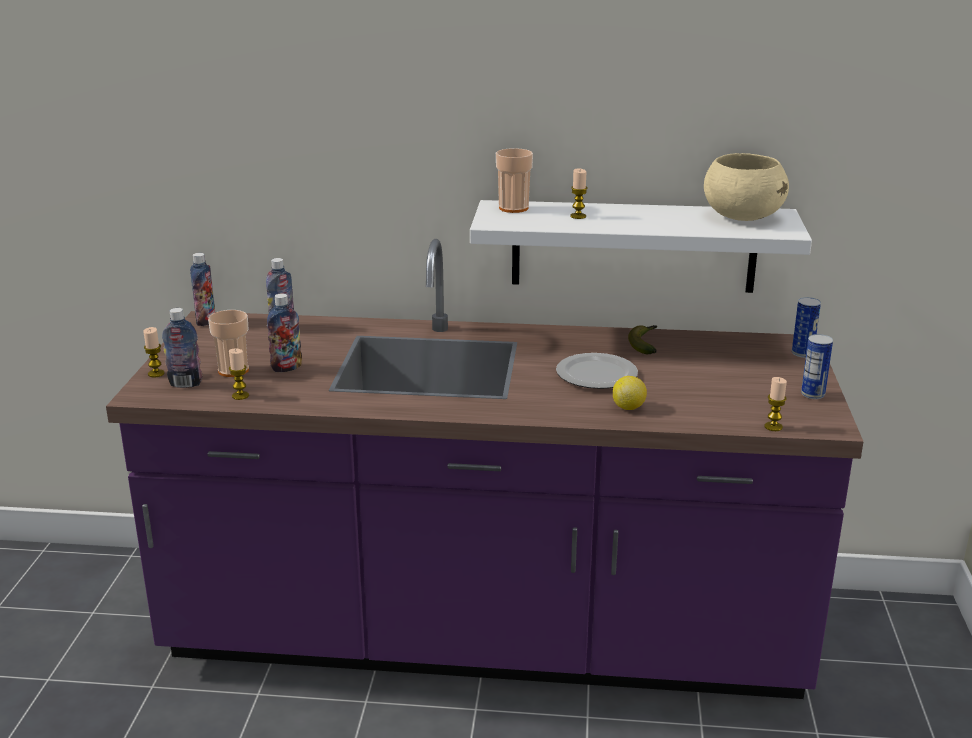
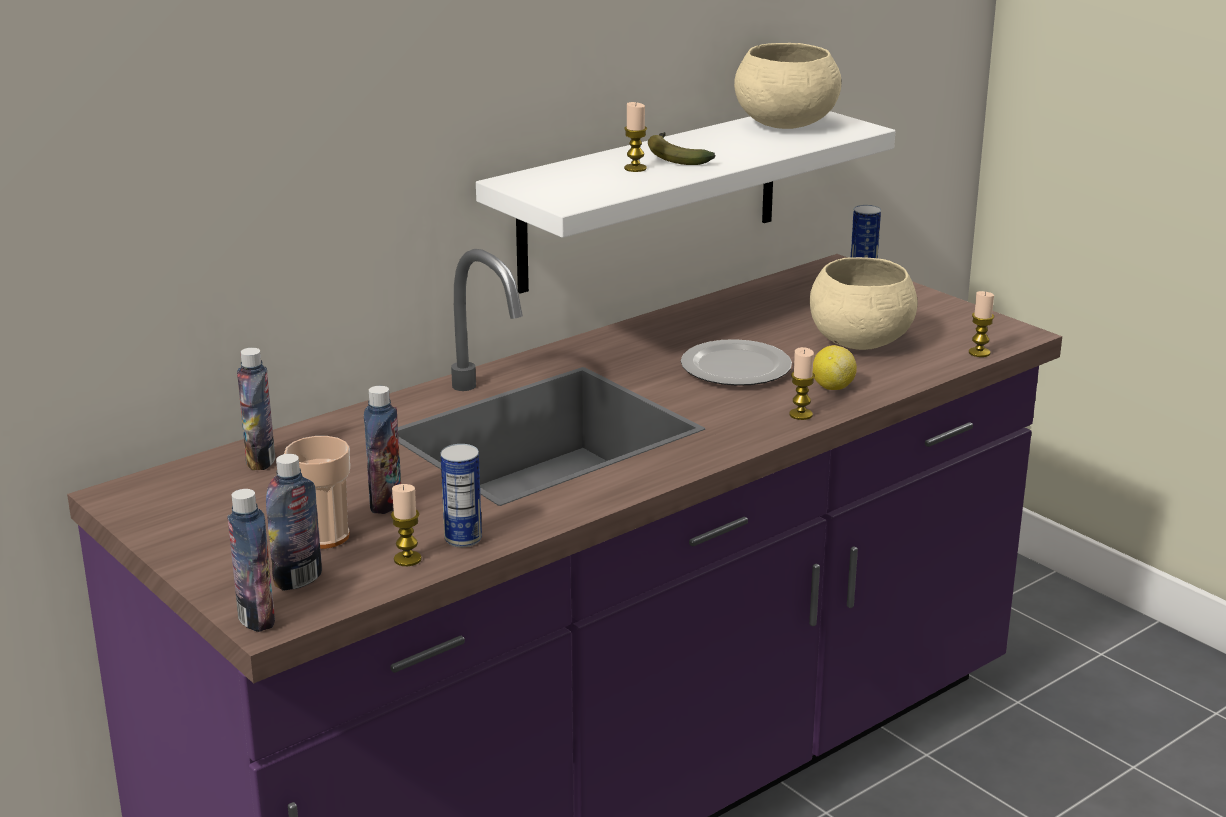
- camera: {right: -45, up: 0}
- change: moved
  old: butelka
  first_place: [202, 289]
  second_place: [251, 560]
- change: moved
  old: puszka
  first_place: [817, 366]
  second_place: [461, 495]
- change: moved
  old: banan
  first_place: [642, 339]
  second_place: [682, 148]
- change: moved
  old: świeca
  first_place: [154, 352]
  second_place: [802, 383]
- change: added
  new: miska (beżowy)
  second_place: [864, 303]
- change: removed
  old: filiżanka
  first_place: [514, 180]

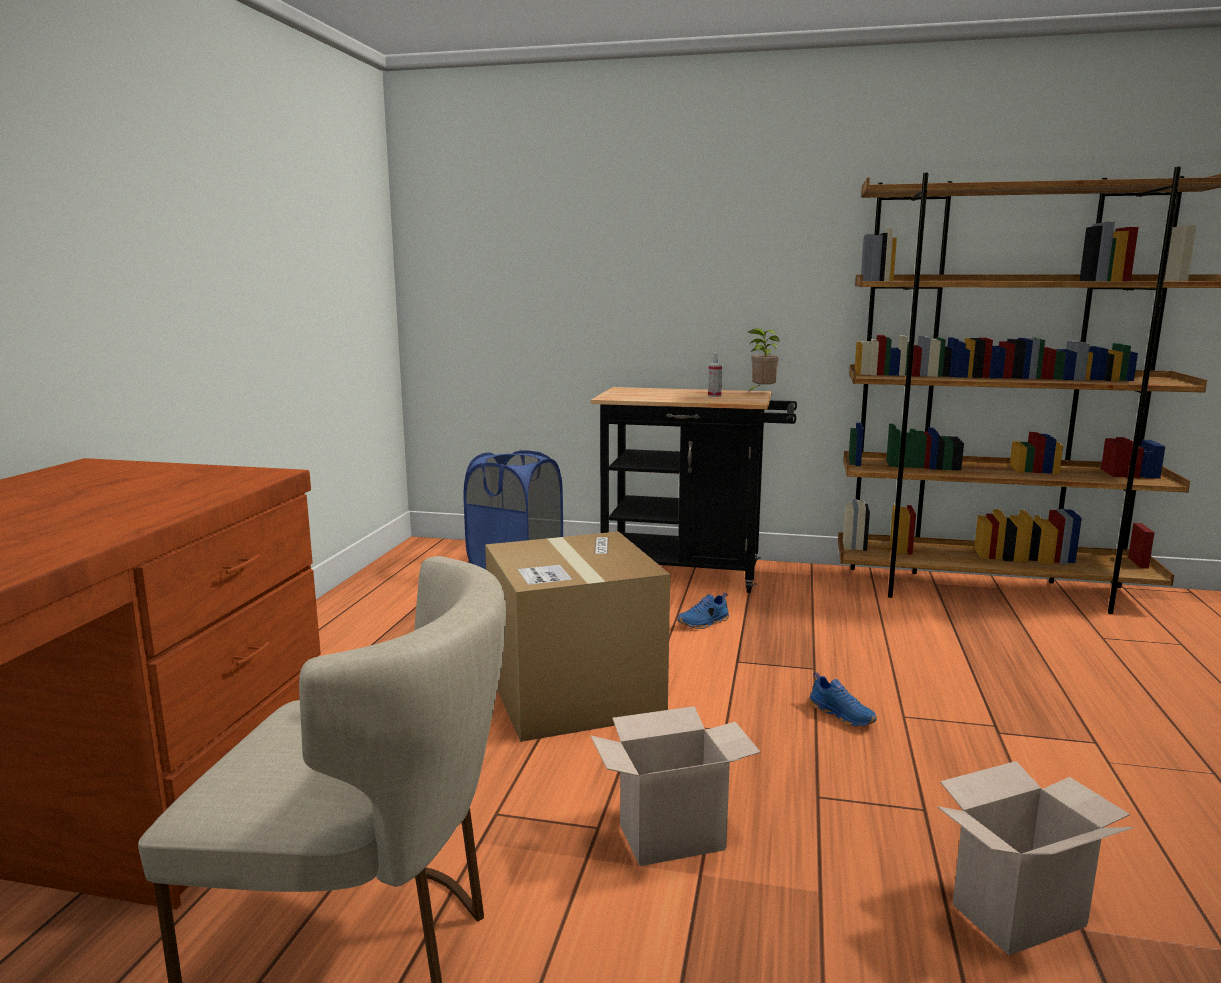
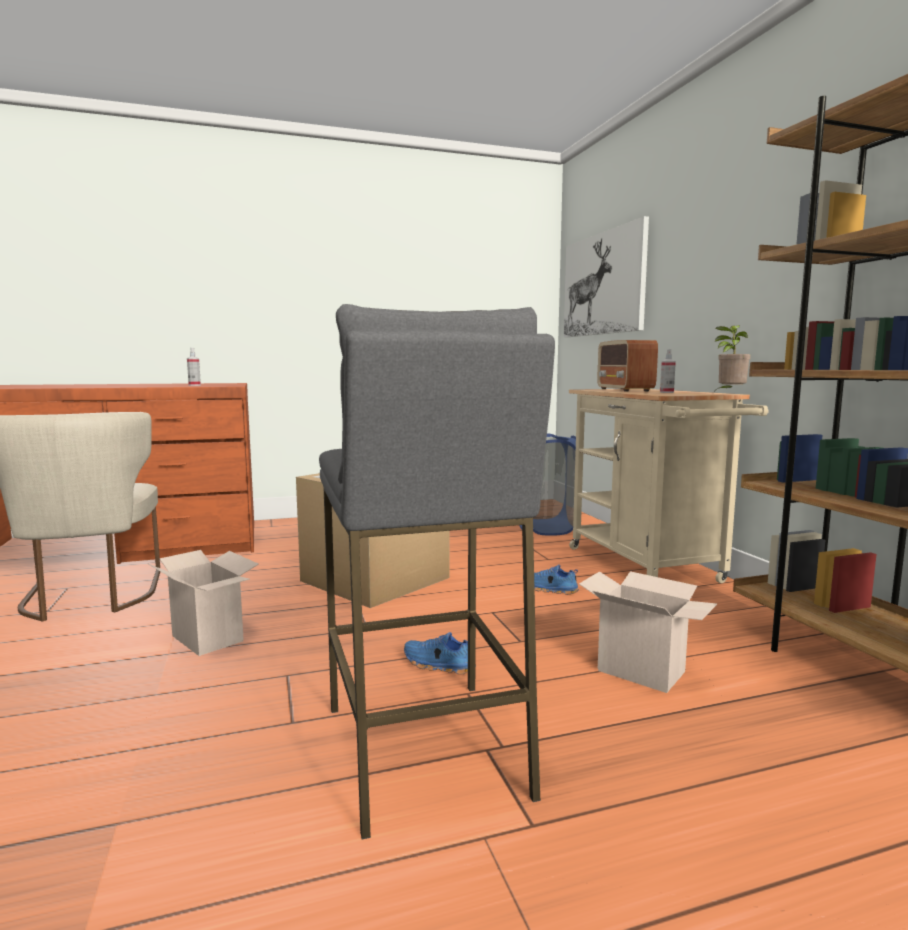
- camera: {right: 60, up: -5}
- change: added
  new: spryskiwacz
  second_place: [194, 367]
- change: added
  new: stołek (szary)
  second_place: [437, 571]
- change: turned
  old: but (niebieski)
  first_place: [842, 699]
  second_place: [440, 653]
  degrees: 90
- change: added
  new: obraz
  second_place: [606, 276]
- change: recoloured
  old: wózek (czarny)
  new: wózek (beżowy)
  first_place: [694, 490]
  second_place: [669, 486]
- change: moved
  old: karton
  first_place: [1035, 858]
  second_place: [648, 632]
- change: added
  new: radio
  second_place: [627, 366]

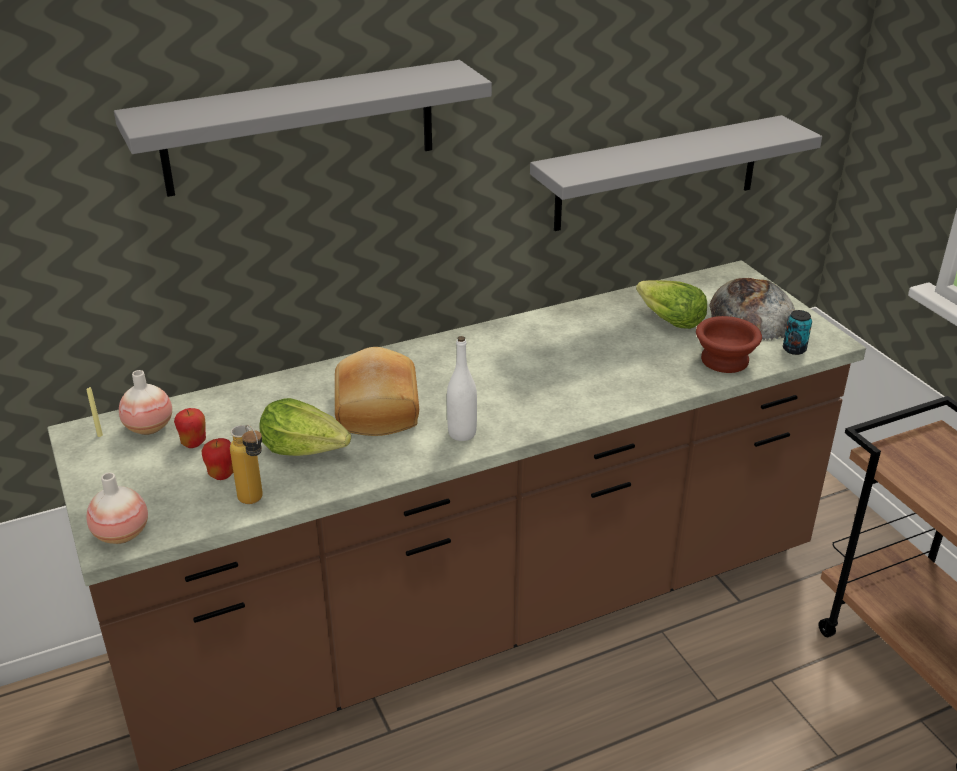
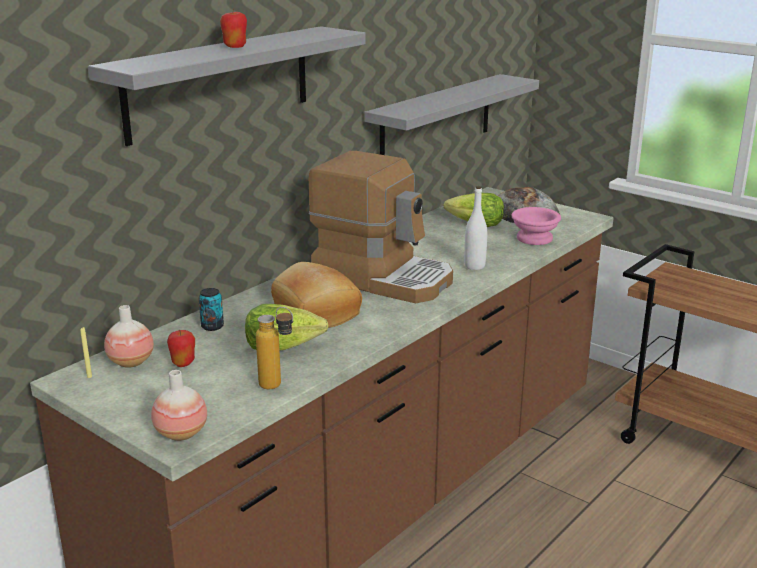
- camera: {right: -25, up: -10}
- change: moved
  old: puszka
  first_place: [797, 332]
  second_place: [211, 309]
- change: moved
  old: jabłko
  first_place: [217, 459]
  second_place: [233, 28]
- change: added
  new: ekspres do kawy
  second_place: [381, 227]
- change: moved
  old: butelka (biały)
  first_place: [462, 388]
  second_place: [475, 228]
- change: recoloured
  old: miska (brązowy)
  new: miska (różowy)
  first_place: [729, 344]
  second_place: [536, 226]

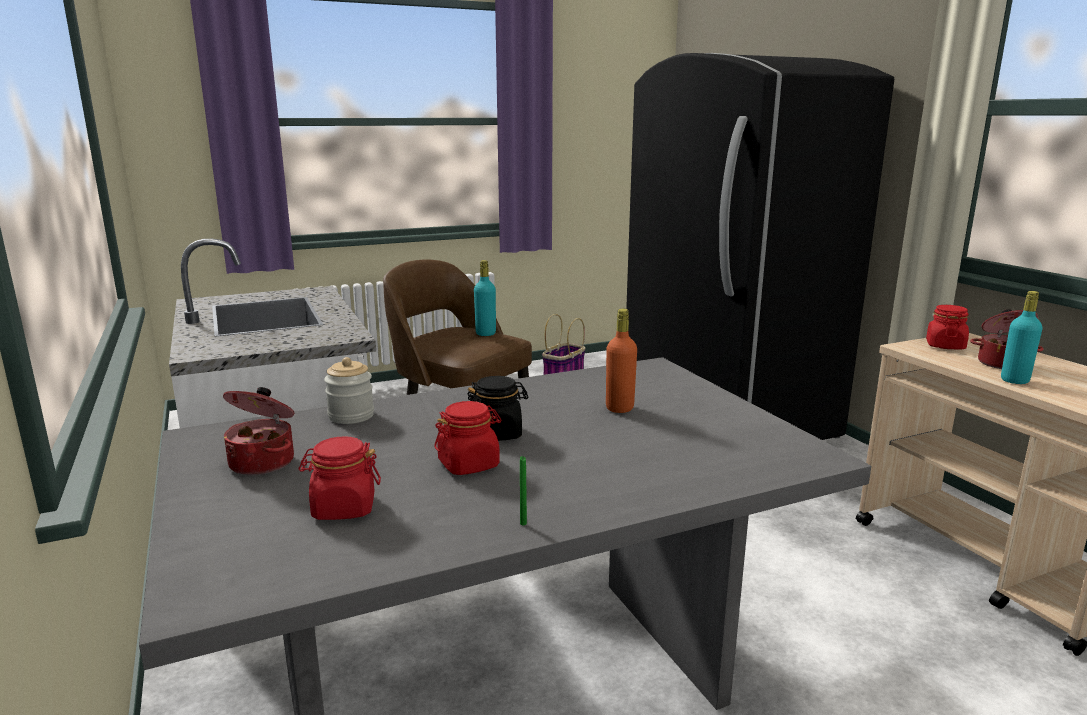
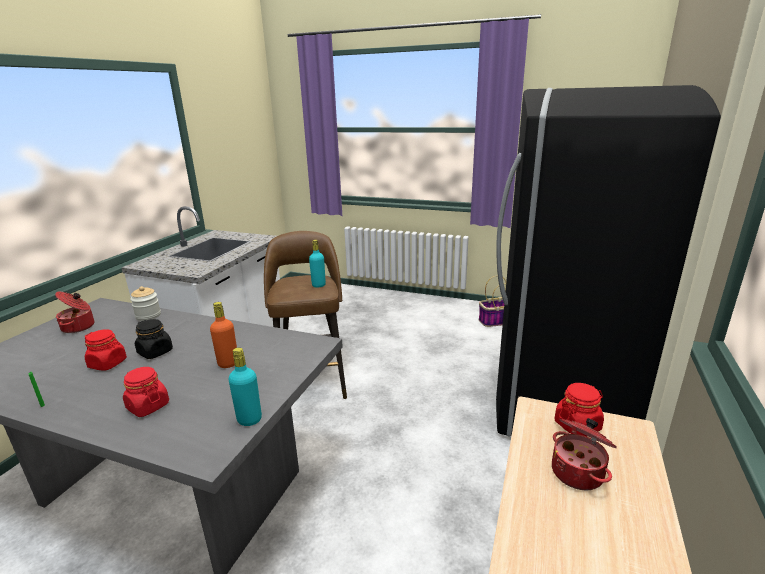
- camera: {right: 45, up: 5}
- change: moved
  old: słoik (czerwony)
  first_place: [339, 478]
  second_place: [146, 392]
- change: moved
  old: butelka (turkusowy)
  first_place: [1022, 337]
  second_place: [245, 387]

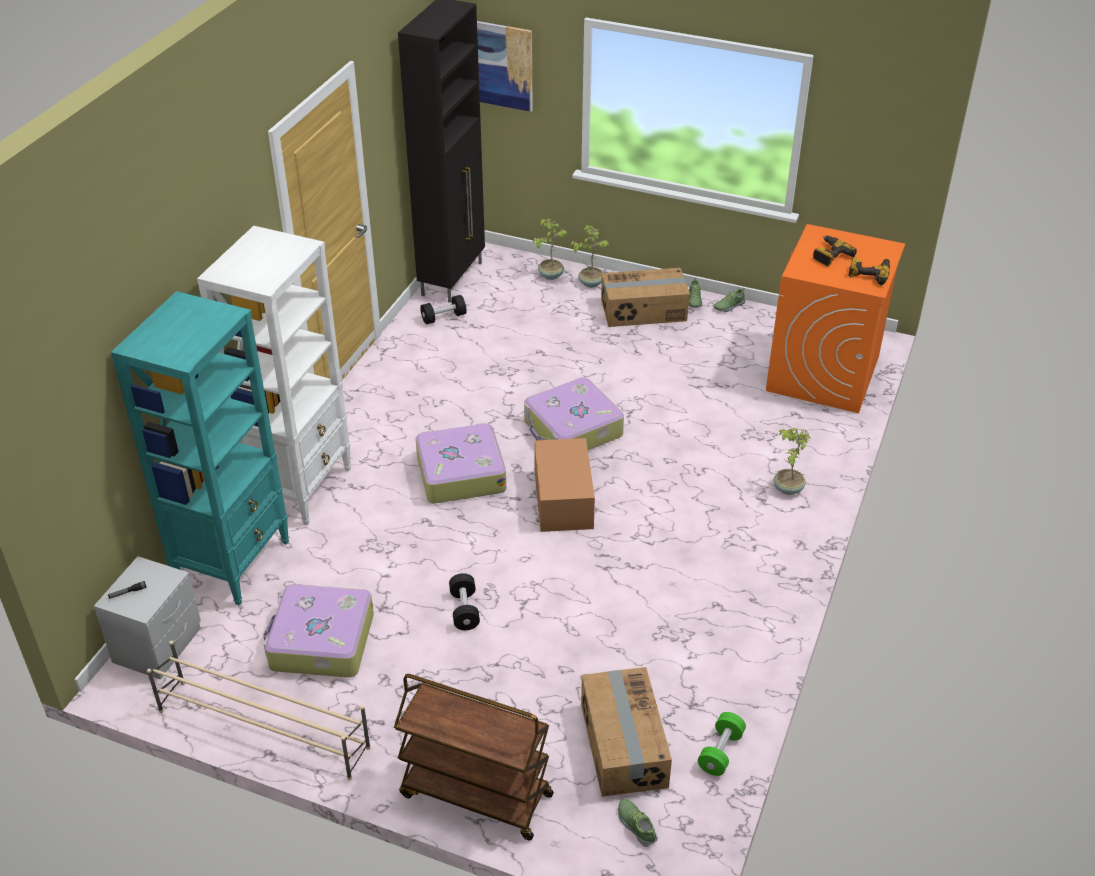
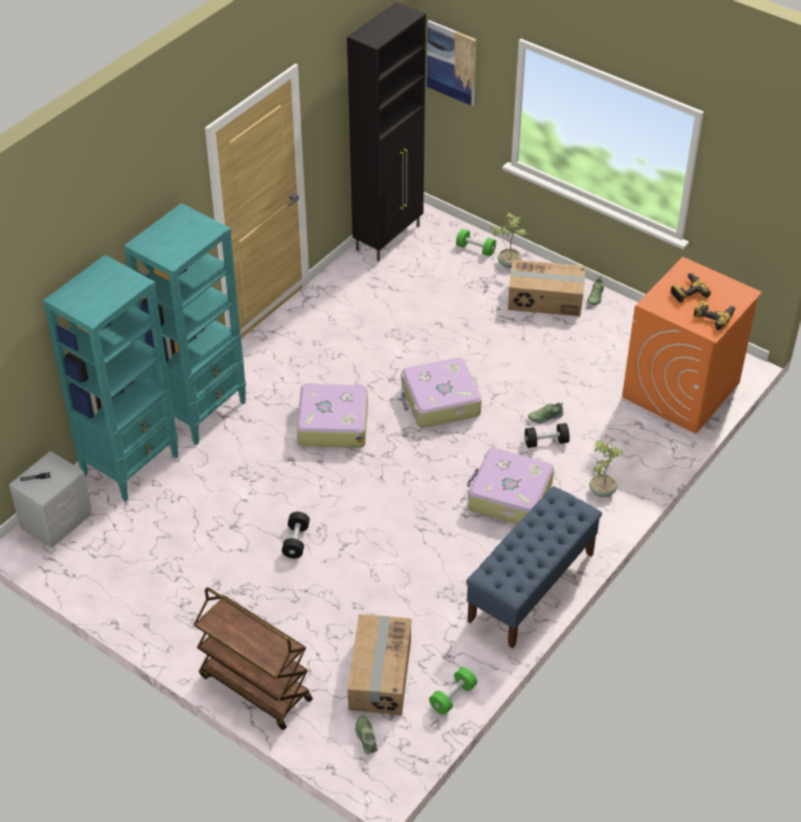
- camera: {right: 15, up: 5}
- change: recoloured
  old: regał (biały)
  new: regał (turkusowy)
  first_place: [274, 376]
  second_place: [185, 324]
- change: replaced
  old: roślina doniczkowa
  new: hantel (zielony)
  first_place: [550, 249]
  second_place: [476, 243]
- change: added
  new: ławka (niebieski)
  second_place: [534, 567]
- change: moved
  old: walizka
  first_place: [318, 630]
  second_place: [510, 486]
- change: moved
  old: hantel (czarny)
  first_place: [443, 309]
  second_place: [547, 435]
- change: moved
  old: but
  first_place: [730, 300]
  second_place: [546, 413]
- change: removed
  old: regał na buty (beżowy)
  first_place: [259, 711]
- change: removed
  old: karton
  first_place: [564, 485]

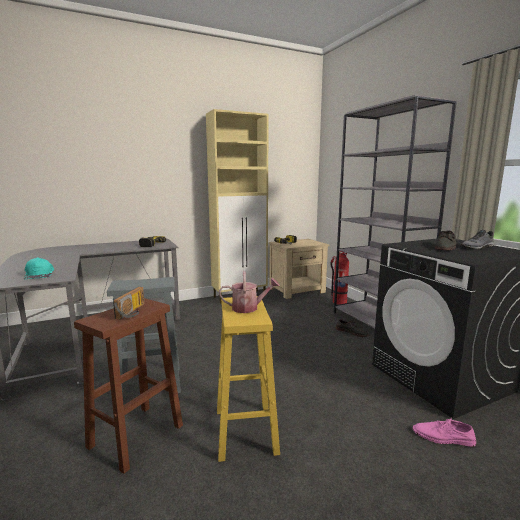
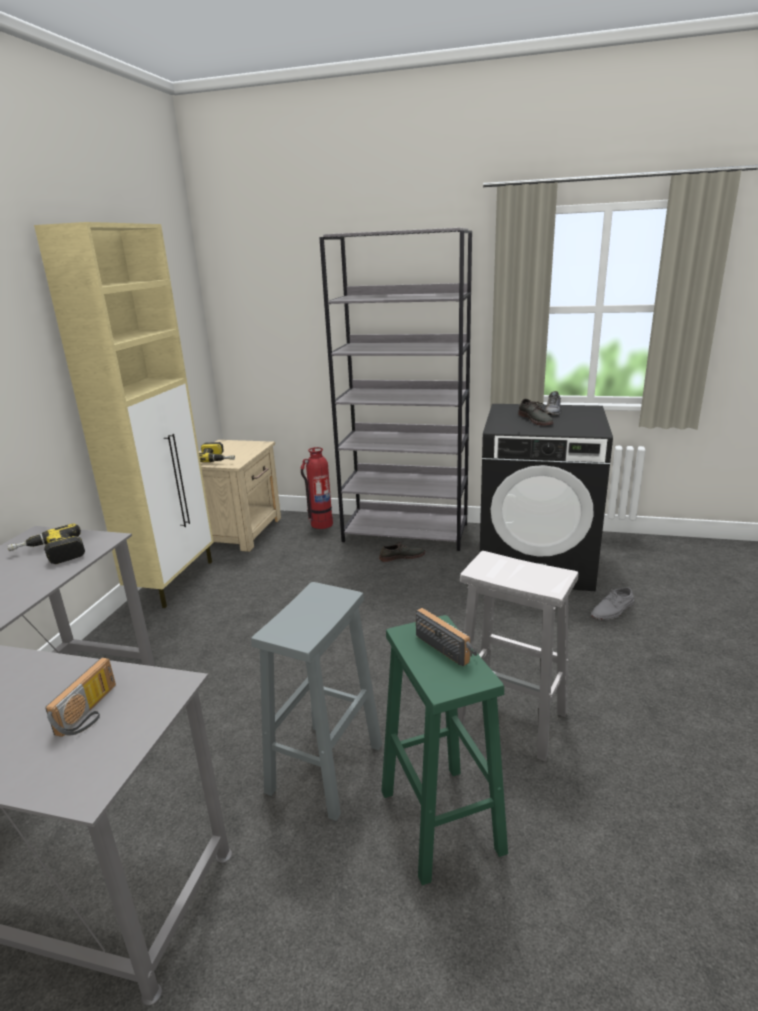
- camera: {right: -50, up: 10}
- change: replaced
  old: czapka z daszkiem (turkusowy)
  new: radio
  first_place: [39, 268]
  second_place: [80, 697]
- change: recoloured
  old: stołek (brązowy)
  new: stołek (zielony)
  first_place: [128, 386]
  second_place: [445, 750]
- change: recoloured
  old: stołek (żółty)
  new: stołek (biały)
  first_place: [248, 379]
  second_place: [517, 656]
- change: recoloured
  old: but (różowy)
  new: but (szary)
  first_place: [444, 432]
  second_place: [612, 603]
- change: removed
  old: konewka
  first_place: [249, 292]

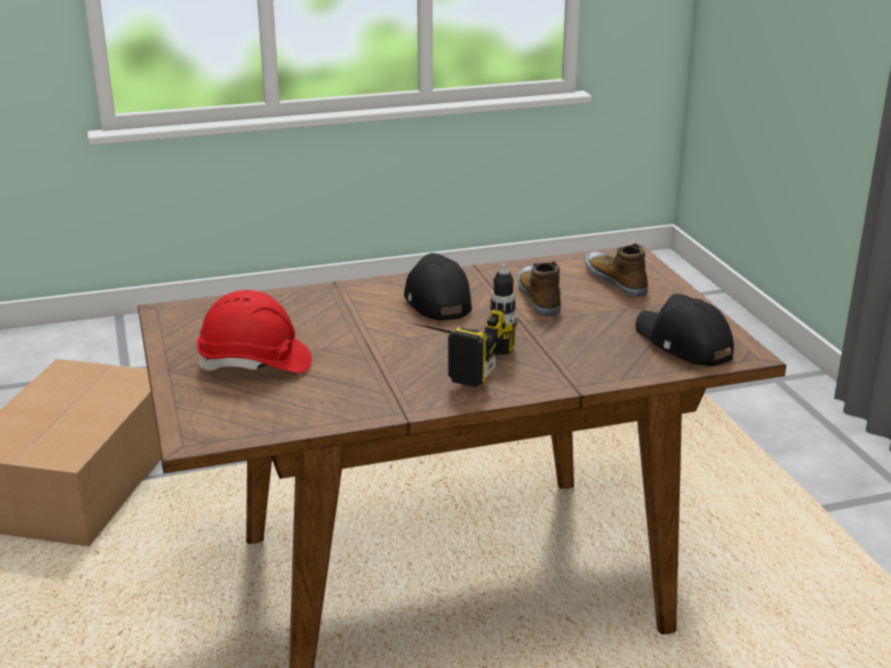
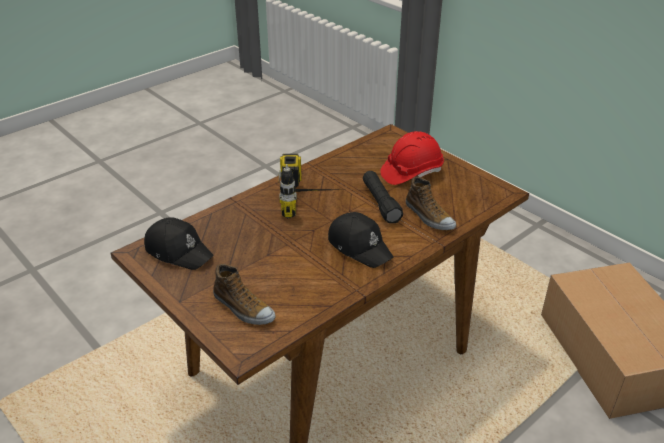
- camera: {right: 155, up: 10}
- change: added
  new: latarka (czarny)
  second_place: [383, 197]
- change: moved
  old: but
  first_place: [539, 289]
  second_place: [431, 203]

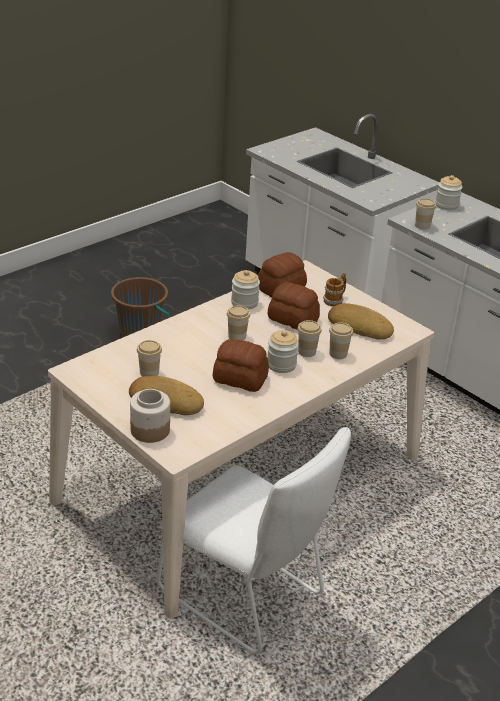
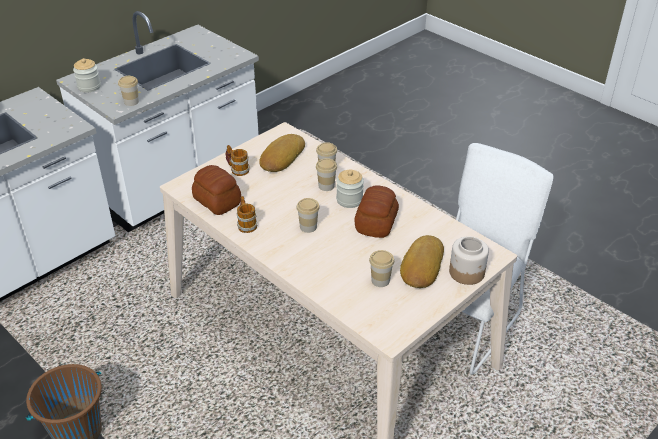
- camera: {right: -90, up: 5}
- change: replaced
  old: słoik
  new: kubek
  first_place: [245, 290]
  second_place: [247, 214]
- change: removed
  old: chleb
  first_place: [294, 305]

